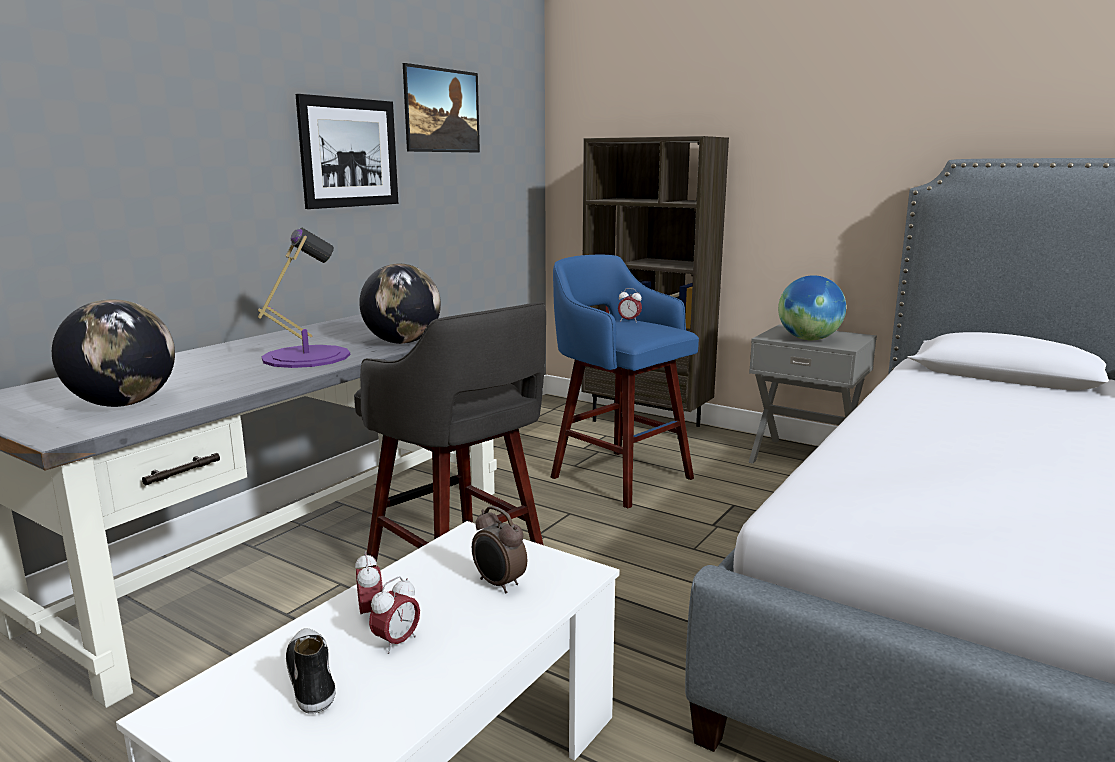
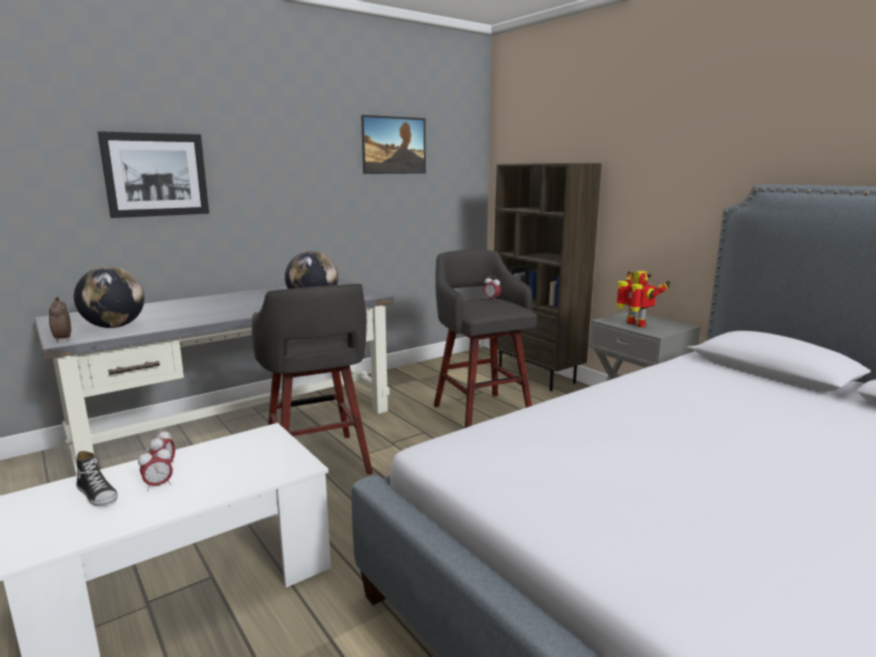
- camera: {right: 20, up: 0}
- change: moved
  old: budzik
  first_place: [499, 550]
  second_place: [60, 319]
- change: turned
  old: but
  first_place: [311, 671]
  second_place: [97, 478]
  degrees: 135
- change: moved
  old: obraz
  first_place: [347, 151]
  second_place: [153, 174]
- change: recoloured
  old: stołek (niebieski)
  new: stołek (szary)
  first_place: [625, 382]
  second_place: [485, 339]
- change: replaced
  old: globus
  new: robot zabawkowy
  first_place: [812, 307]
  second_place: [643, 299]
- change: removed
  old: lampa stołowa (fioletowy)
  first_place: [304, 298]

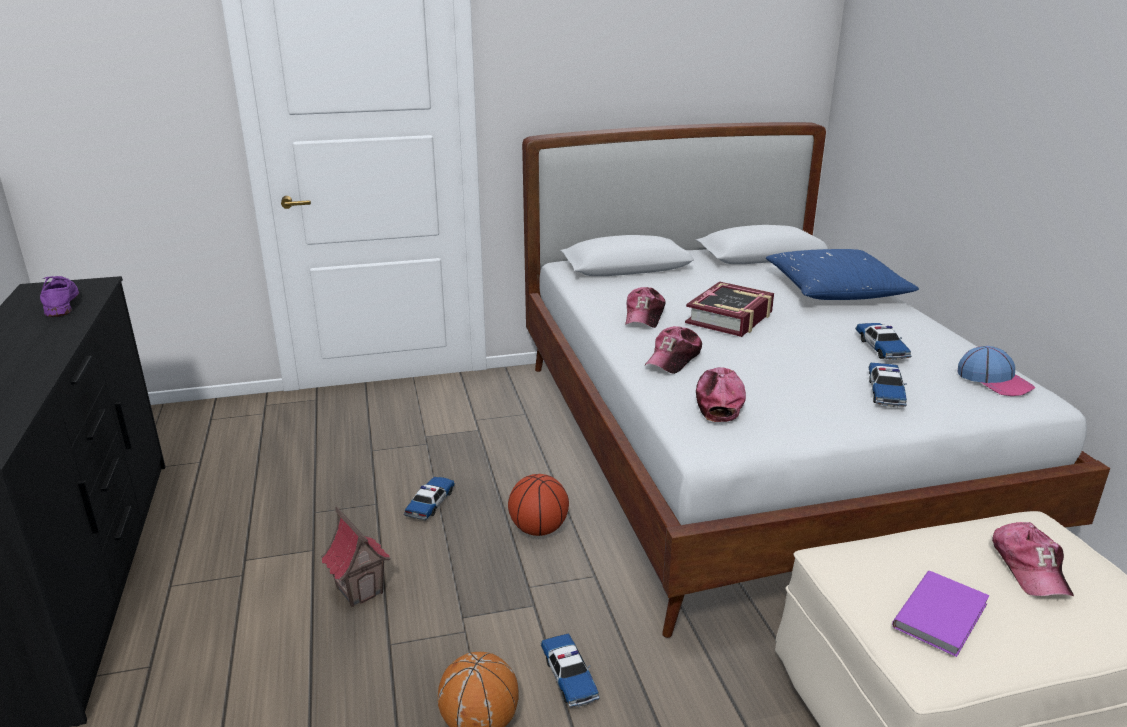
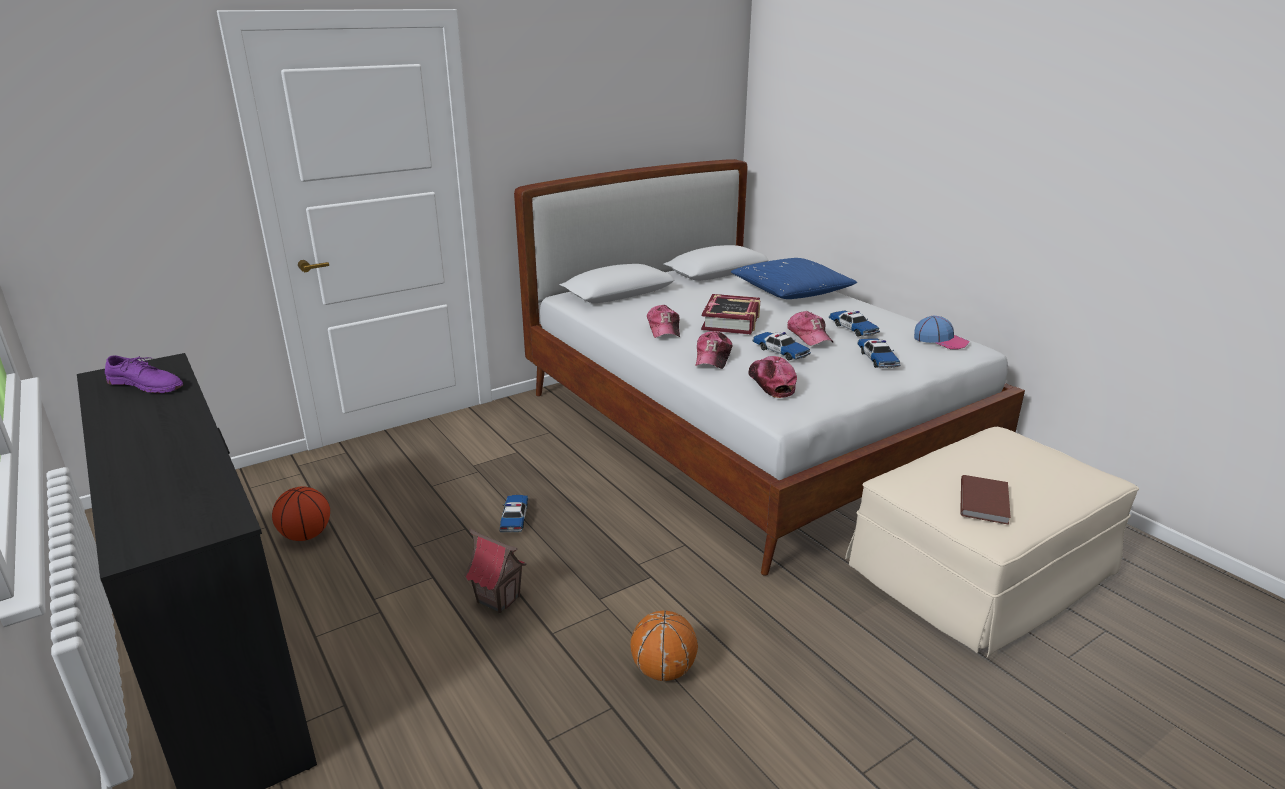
- camera: {right: -20, up: 0}
- change: turned
  old: but (fioletowy)
  first_place: [59, 296]
  second_place: [144, 374]
  degrees: 150
- change: moved
  old: piłka do koszykówki
  first_place: [538, 505]
  second_place: [301, 514]
- change: moved
  old: samochodzik
  first_place: [570, 670]
  second_place: [781, 346]
- change: moved
  old: czapka z daszkiem
  first_place: [1033, 559]
  second_place: [810, 328]
- change: recoloured
  old: książka (fioletowy)
  new: książka (brązowy)
  first_place: [941, 614]
  second_place: [985, 500]

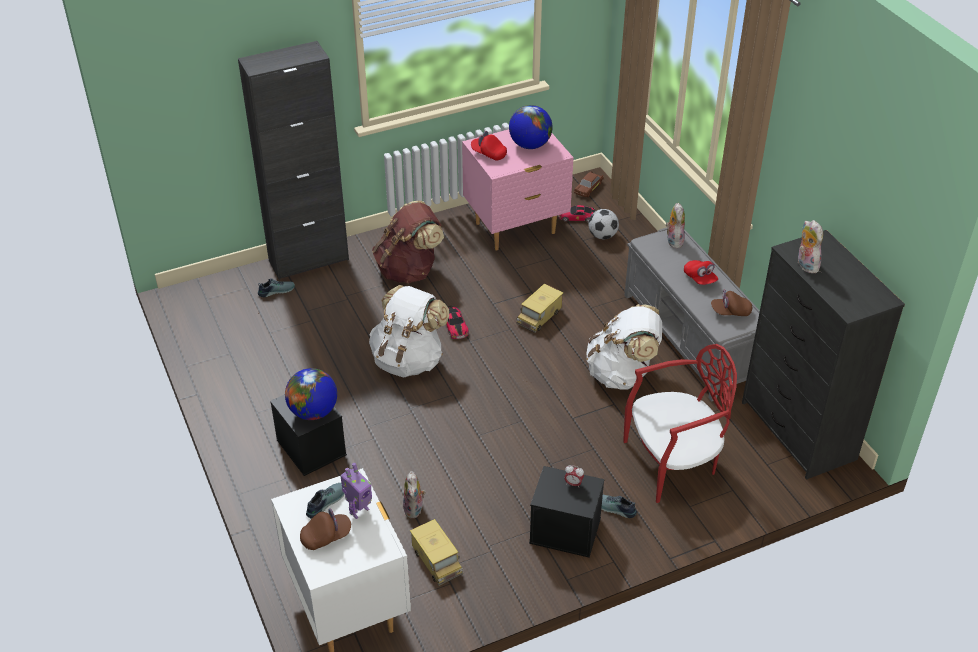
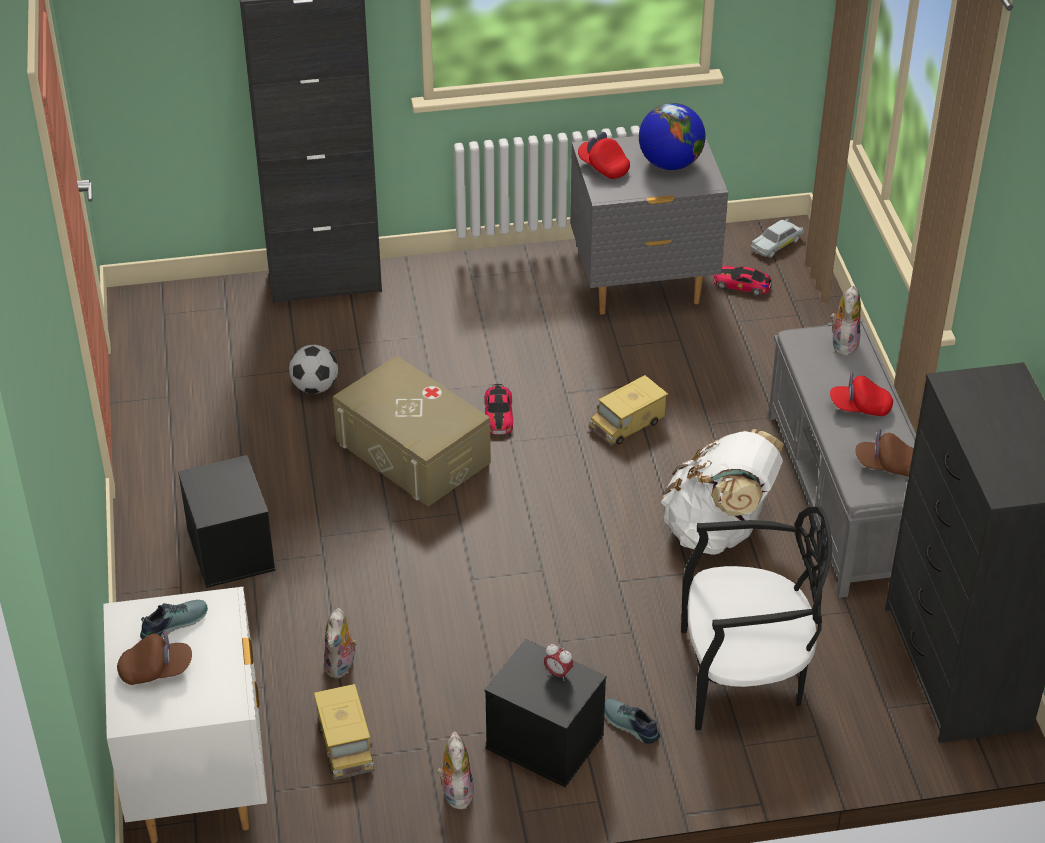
- camera: {right: 15, up: 0}
- change: moved
  old: piłka futbolowa
  first_place: [603, 224]
  second_place: [313, 369]
- change: replaced
  old: plecak (biały)
  new: pojemnik do przechowywania (beżowy)
  first_place: [409, 331]
  second_place: [412, 431]
- change: moved
  old: pluszak
  first_place: [810, 246]
  second_place: [456, 770]
- change: recoloured
  old: szafka nocna (różowy)
  new: szafka nocna (szary)
  first_place: [518, 189]
  second_place: [649, 225]
- change: recoloured
  old: krzesło (czerwony)
  new: krzesło (czarny)
  first_place: [680, 423]
  second_place: [756, 618]
- change: recoloured
  old: samochodzik (brązowy)
  new: samochodzik (biały)
  first_place: [589, 184]
  second_place: [777, 238]
- change: turned
  old: czapka z daszkiem (czerwony)
  first_place: [701, 272]
  second_place: [861, 394]
  degrees: 105
- change: removed
  old: but
  first_place: [276, 287]
- change: removed
  old: globus
  first_place: [311, 394]
- change: removed
  old: robot zabawkowy
  first_place: [356, 491]
- change: removed
  old: plecak (brązowy)
  first_place: [408, 242]

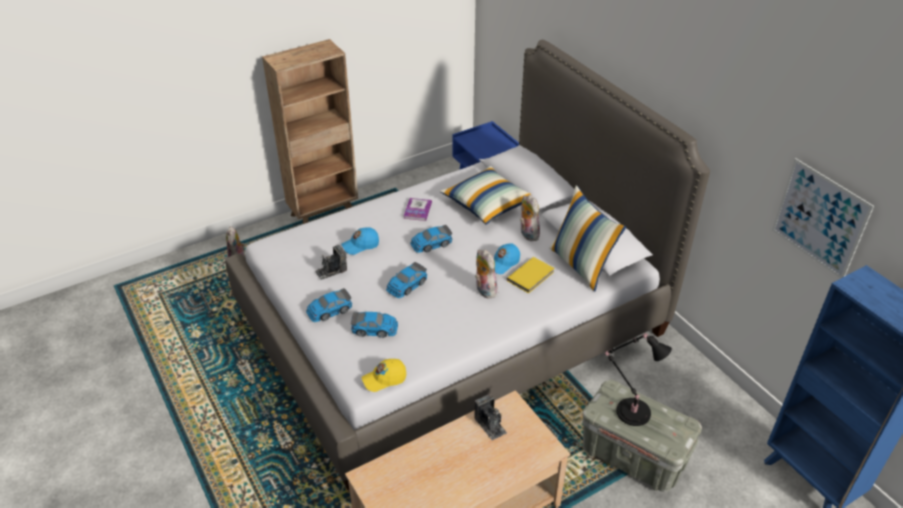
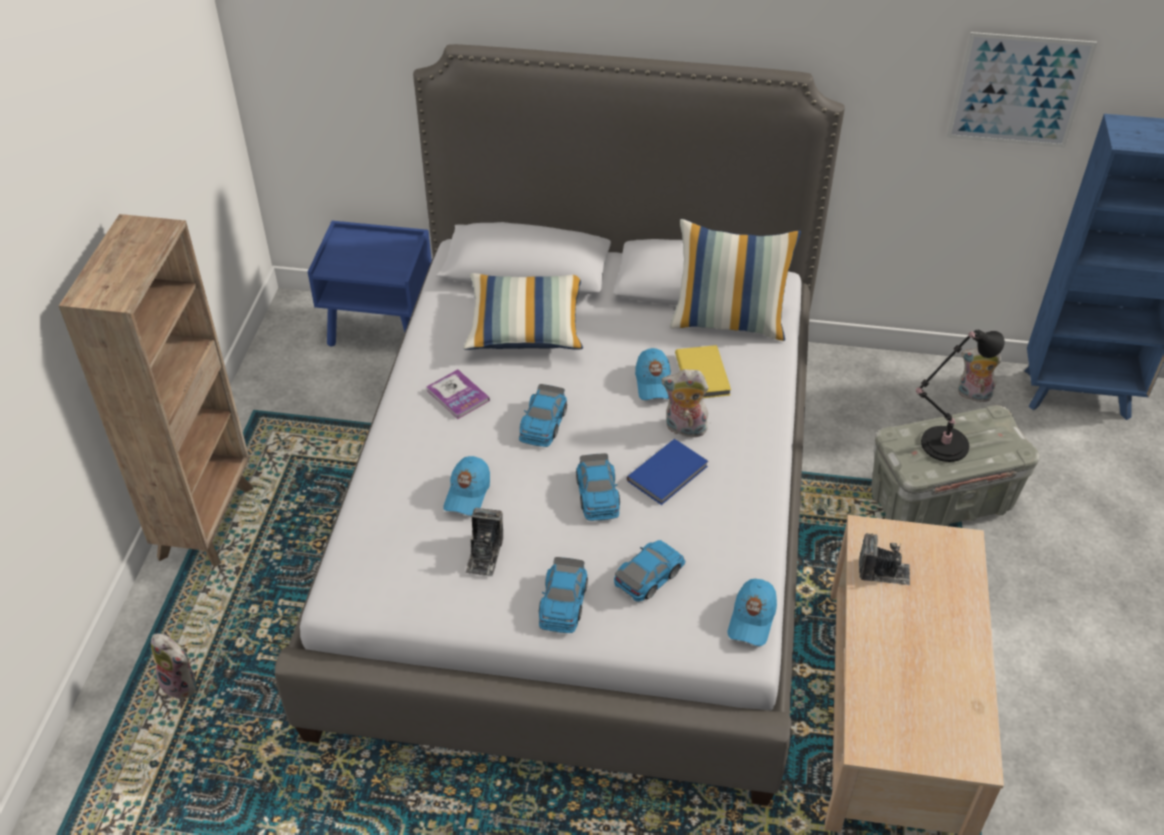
- camera: {right: -50, up: 5}
- change: added
  new: książka (niebieski)
  second_place: [667, 472]
- change: recoloured
  old: czapka z daszkiem (żółty)
  new: czapka z daszkiem (niebieski)
  first_place: [384, 375]
  second_place: [752, 612]
- change: moved
  old: pluszak
  first_place: [530, 218]
  second_place: [979, 374]

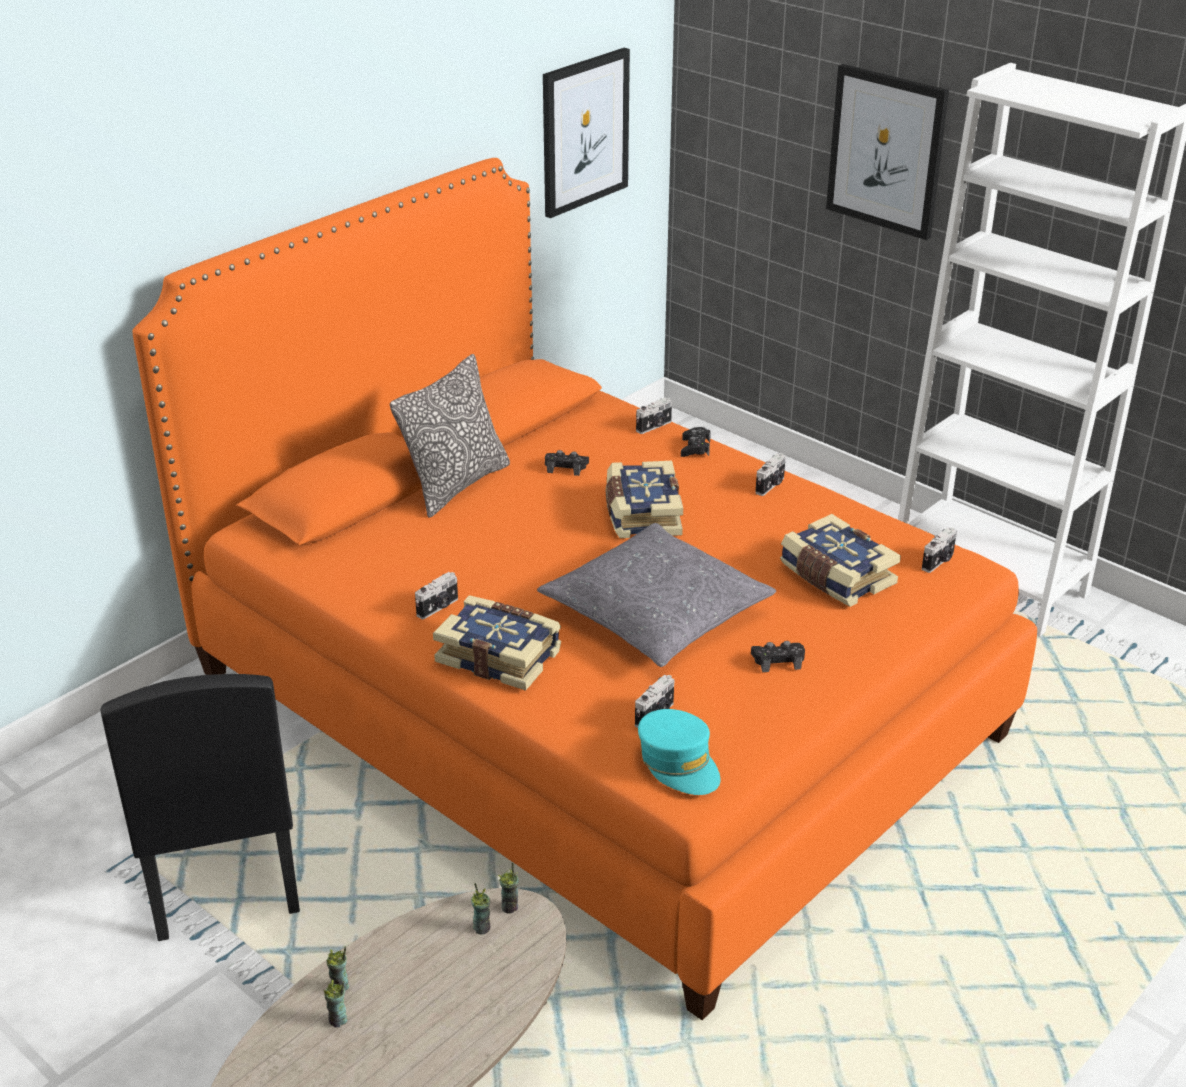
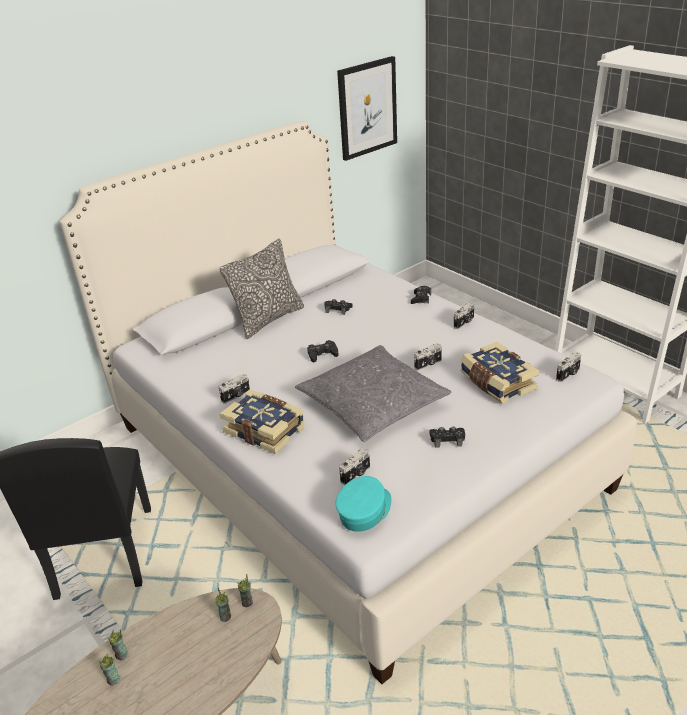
- camera: {right: 10, up: 0}
- change: recoloured
  old: łóżko (pomarańczowy)
  new: łóżko (biały)
  first_place: [584, 589]
  second_place: [348, 402]
- change: added
  new: pad do gier (czarny)
  second_place: [322, 351]
- change: turned
  old: czapka z daszkiem (turkusowy)
  first_place: [679, 752]
  second_place: [364, 504]
  degrees: -120
- change: moved
  old: aparat fotograficzny
  first_place: [654, 415]
  second_place: [428, 357]
- change: removed
  old: książka
  first_place: [644, 499]
- change: removed
  old: obraz
  first_place: [887, 152]

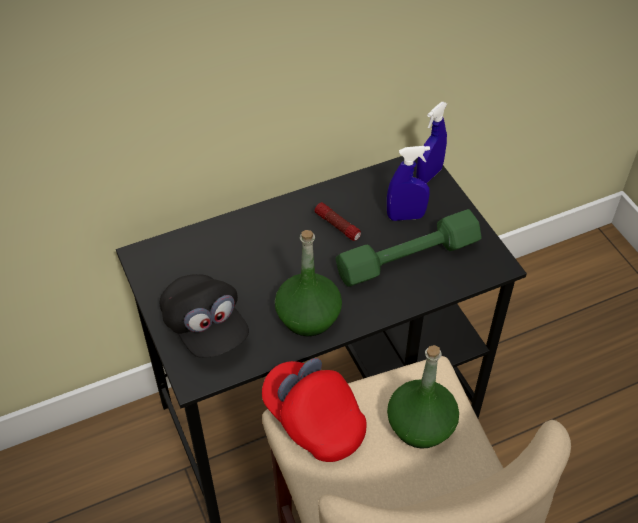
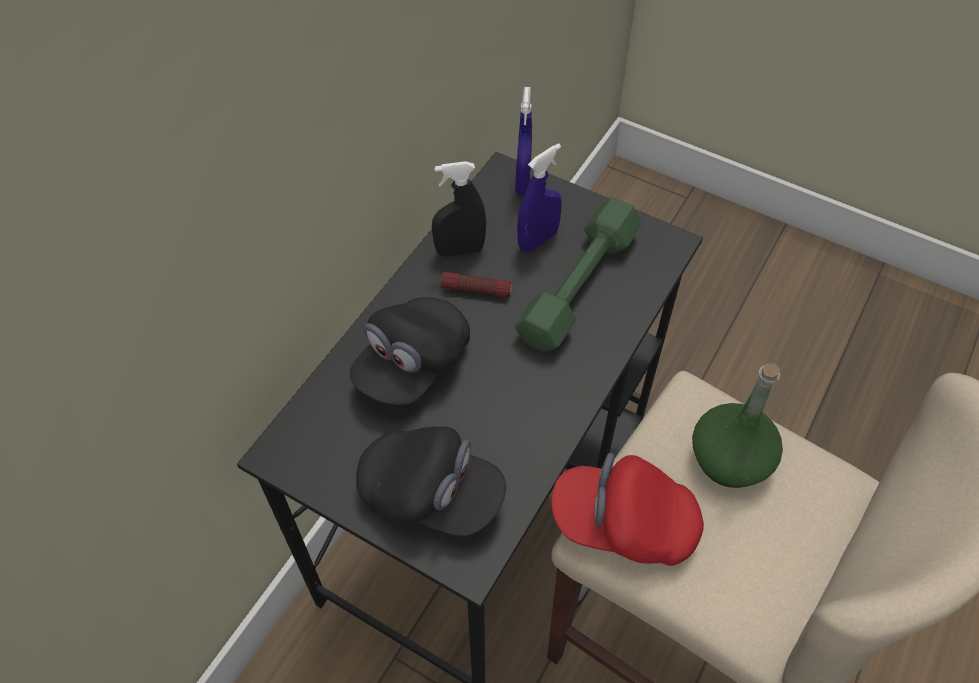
- camera: {right: -35, up: 5}
- change: added
  new: czapka z daszkiem (czarny)
  second_place: [410, 351]
- change: added
  new: spryskiwacz (czarny)
  second_place: [459, 209]
- change: removed
  old: butelka (zielony)
  first_place: [308, 283]

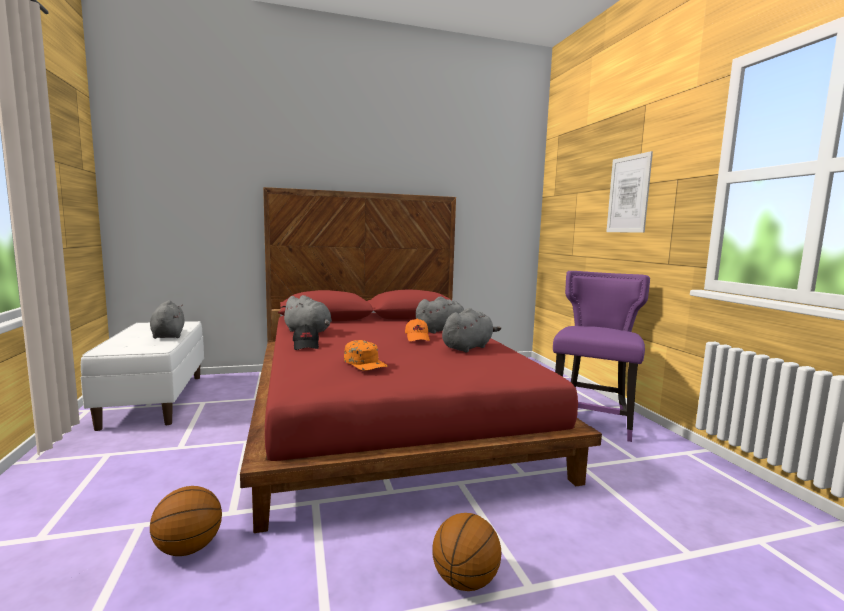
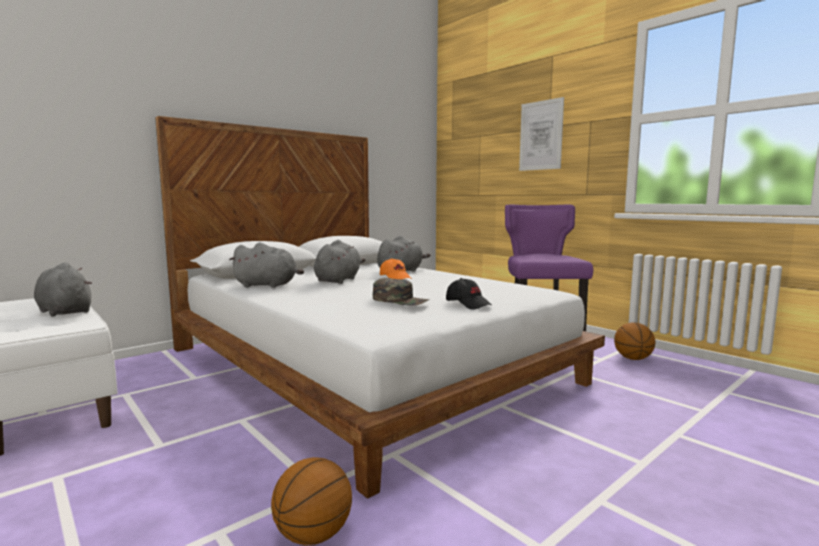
- camera: {right: -25, up: 0}
- change: recoloured
  old: łóżko (czerwony)
  new: łóżko (biały)
  first_place: [421, 360]
  second_place: [380, 307]
- change: moved
  old: pluszak (szary)
  first_place: [471, 330]
  second_place: [339, 262]
- change: recoloured
  old: czapka z daszkiem (pomarańczowy)
  new: czapka z daszkiem (zielony)
  first_place: [366, 355]
  second_place: [401, 292]
- change: moved
  old: czapka z daszkiem (czarny)
  first_place: [306, 337]
  second_place: [469, 294]
- change: moved
  old: piłka do koszykówki
  first_place: [466, 552]
  second_place: [634, 341]

